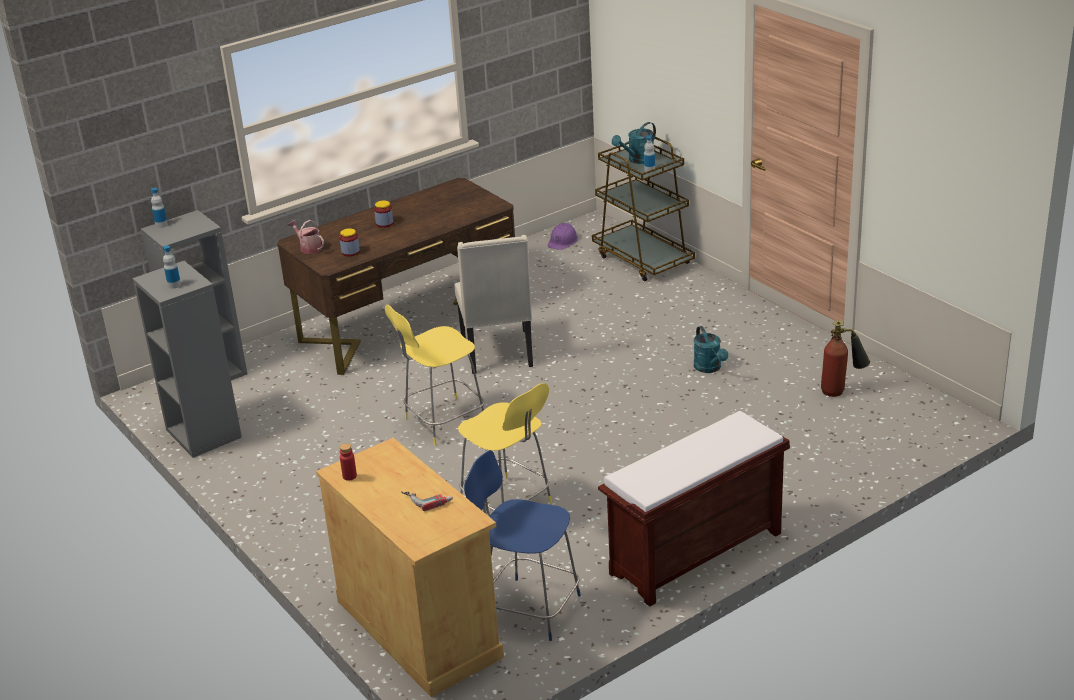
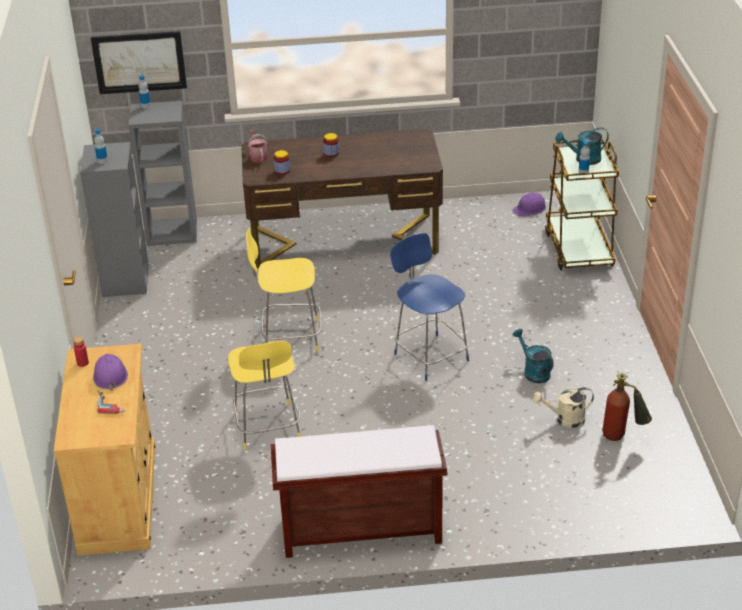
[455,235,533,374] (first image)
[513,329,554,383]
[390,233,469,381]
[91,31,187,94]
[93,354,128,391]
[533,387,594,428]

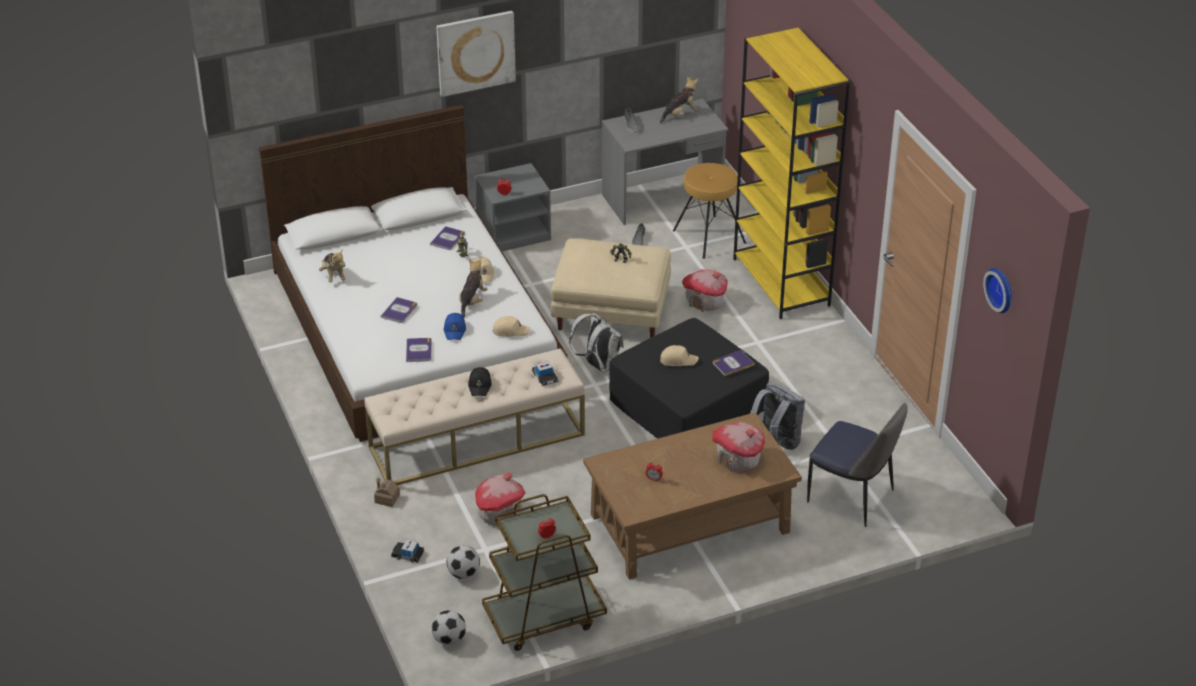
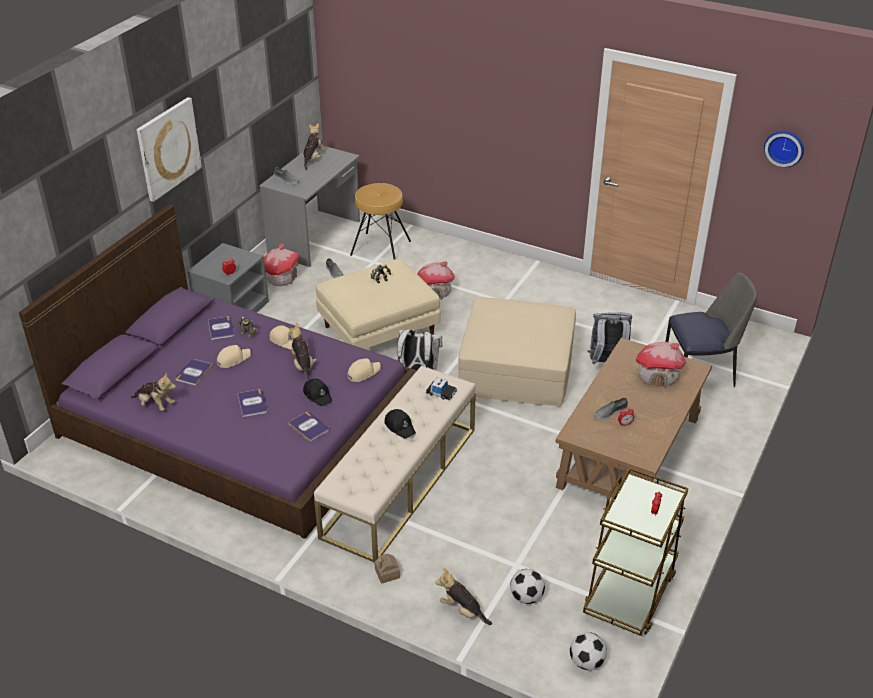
[733,28,850,319] (first image)
[19,205,417,539]
[303,378,332,406]
[458,297,576,406]
[217,345,251,368]
[175,359,213,386]
[264,243,300,286]
[435,568,492,625]
[594,398,628,420]

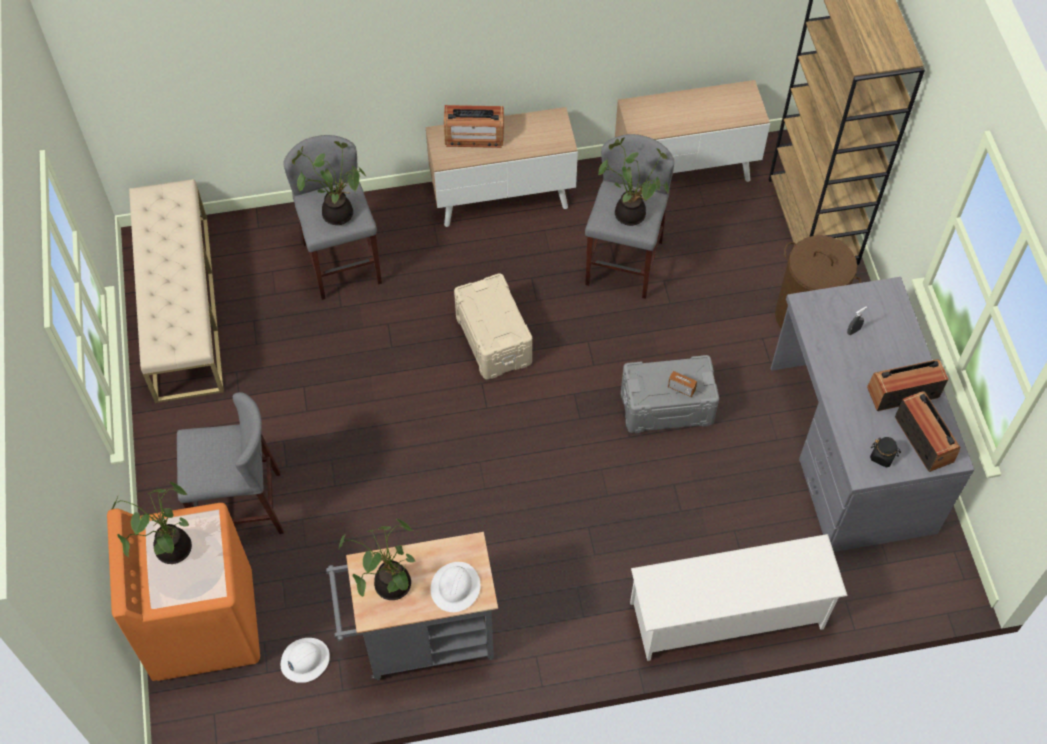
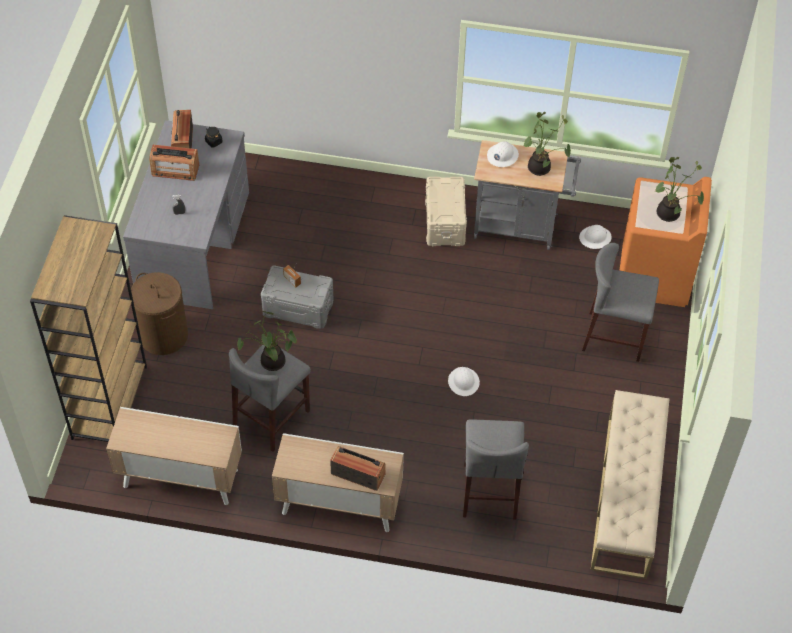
[292,141,366,225] (first image)
[425,177,467,246]
[630,534,848,661] (first image)
[448,367,480,396]

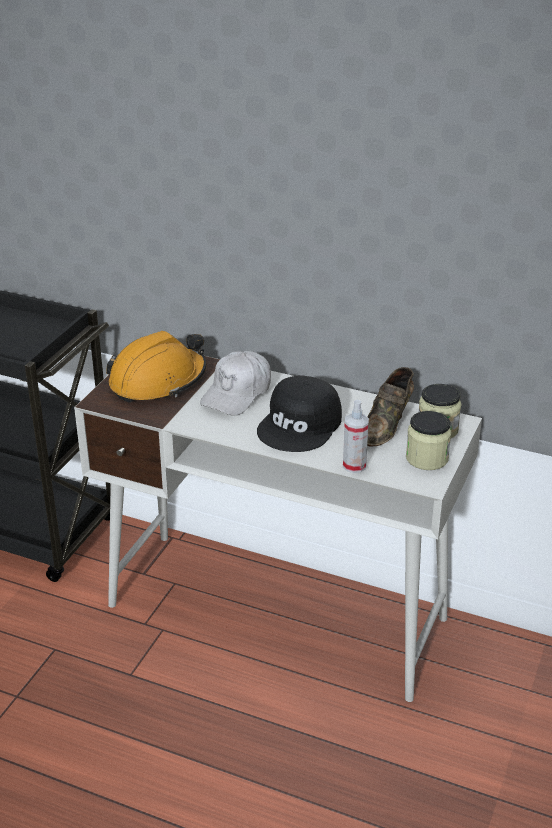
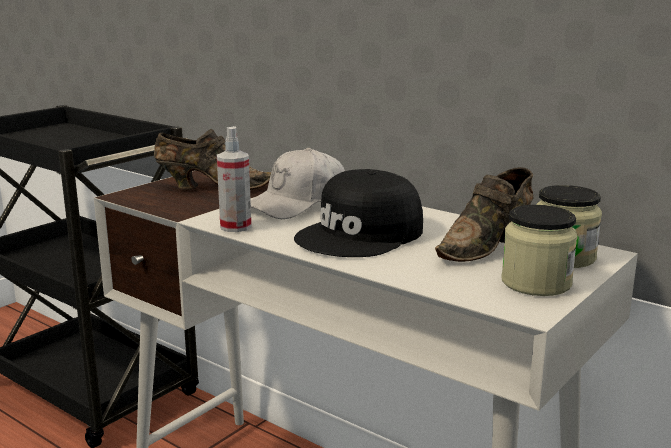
[154,129,271,190]
[217,126,252,232]

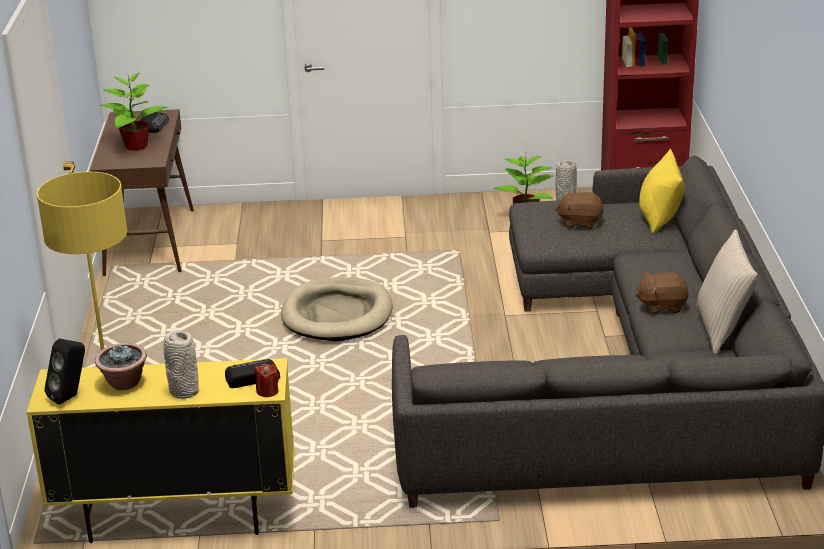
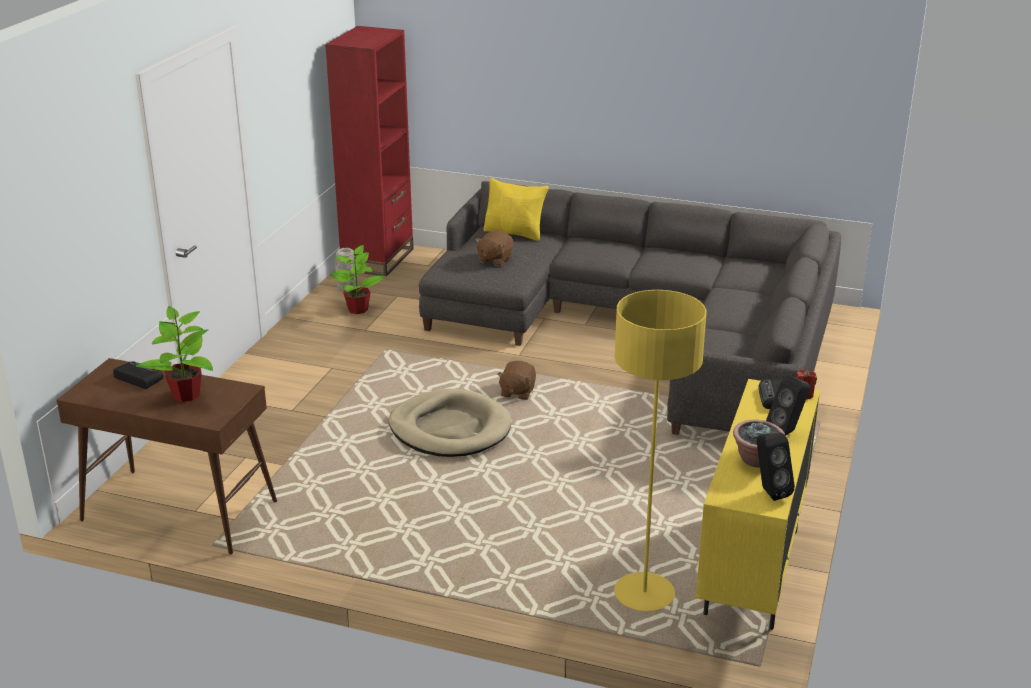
[696,229,758,355] (first image)
[497,361,536,400]
[766,376,810,436]

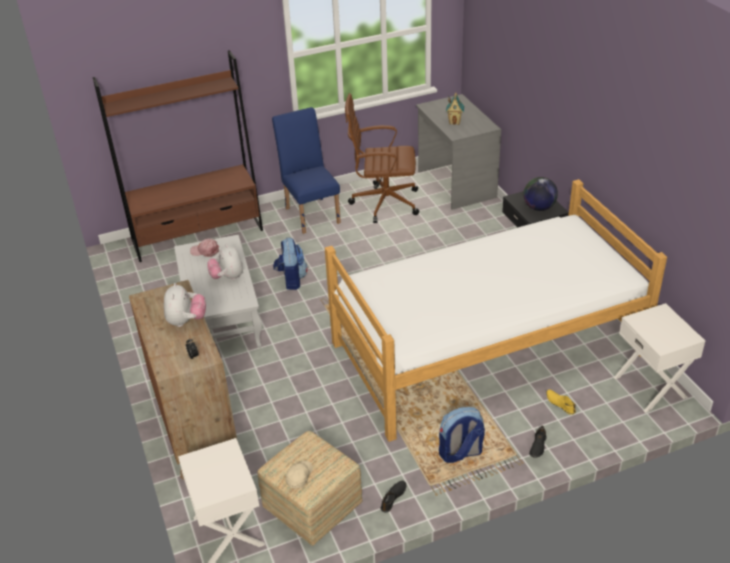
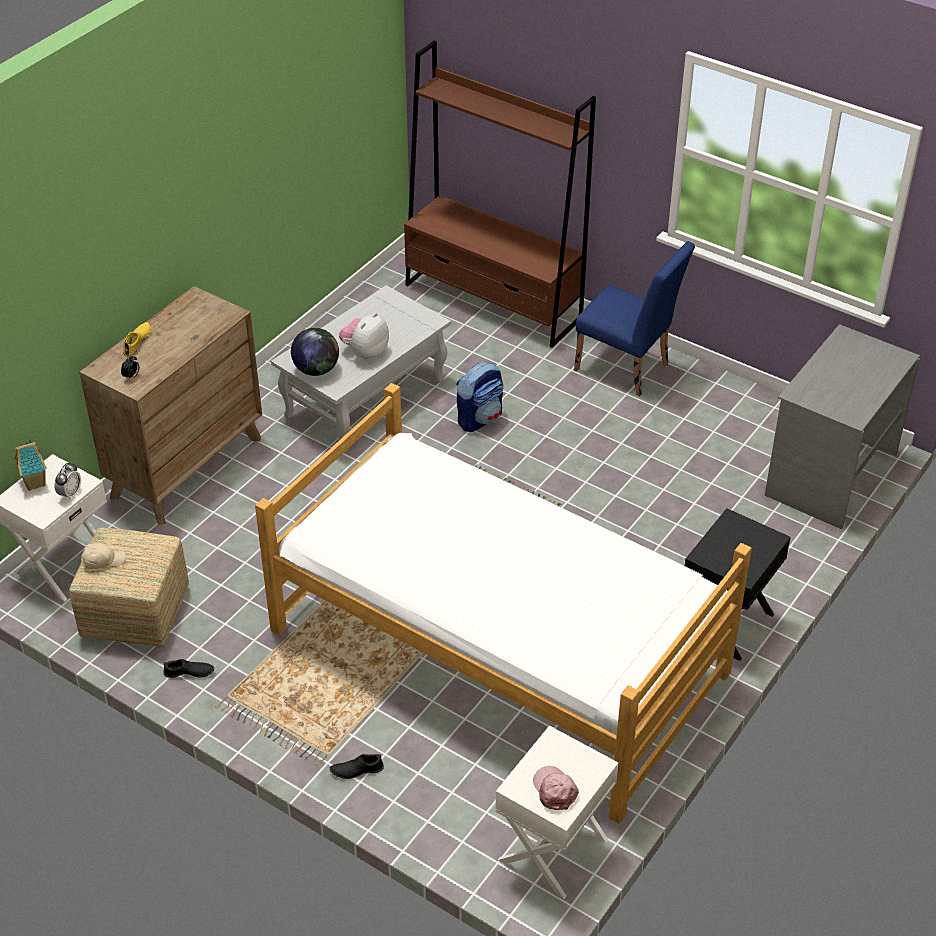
[345,93,419,223] (first image)
[14,439,47,491]
[574,241,695,397]
[291,328,339,376]
[533,766,579,810]
[164,283,206,327] (first image)
[123,322,152,357]
[439,407,485,463] (first image)
[54,462,81,500]

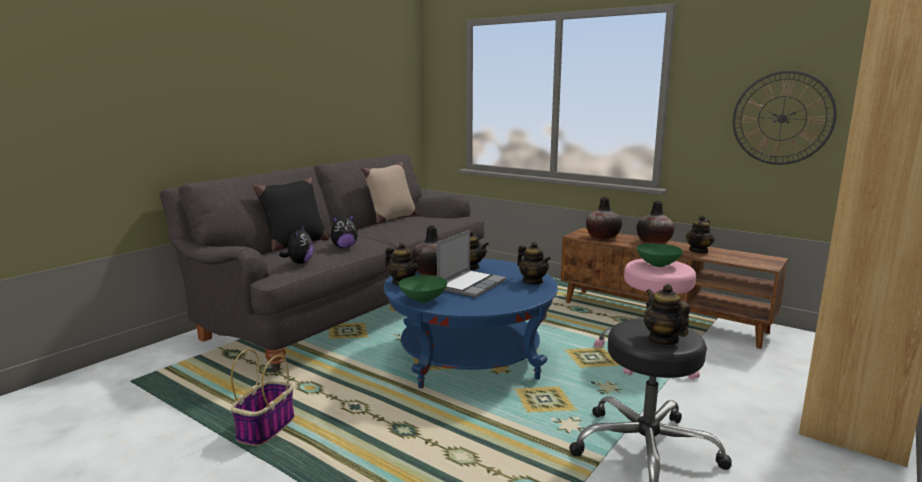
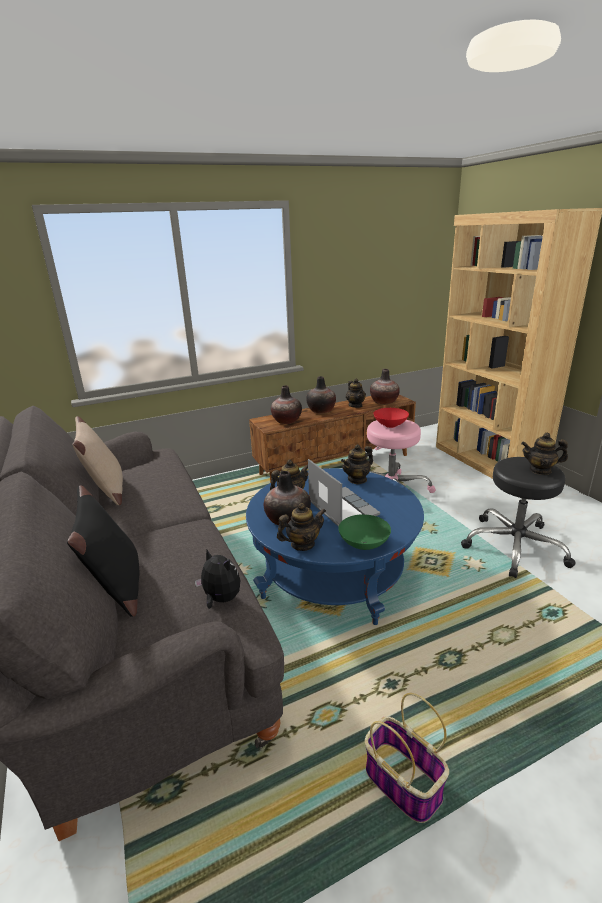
[733,71,837,165] (first image)
[331,214,358,248] (first image)
[341,444,373,484]
[374,408,409,428]
[370,369,400,404]

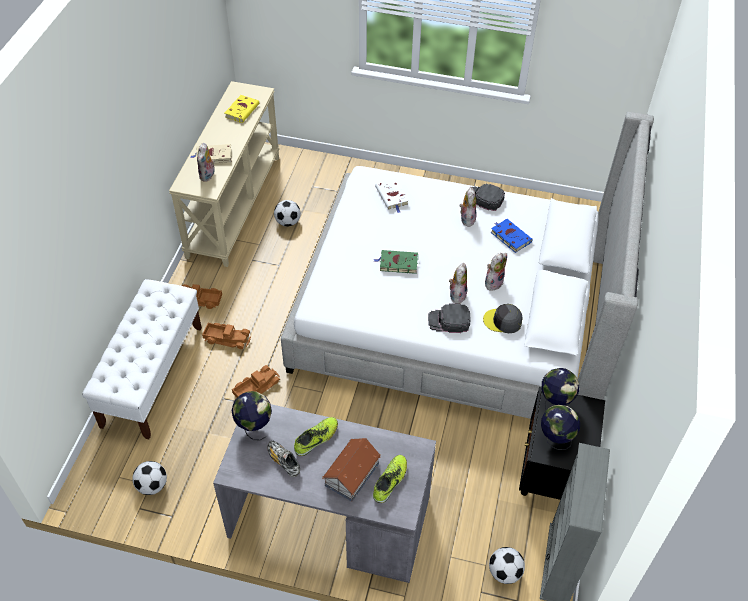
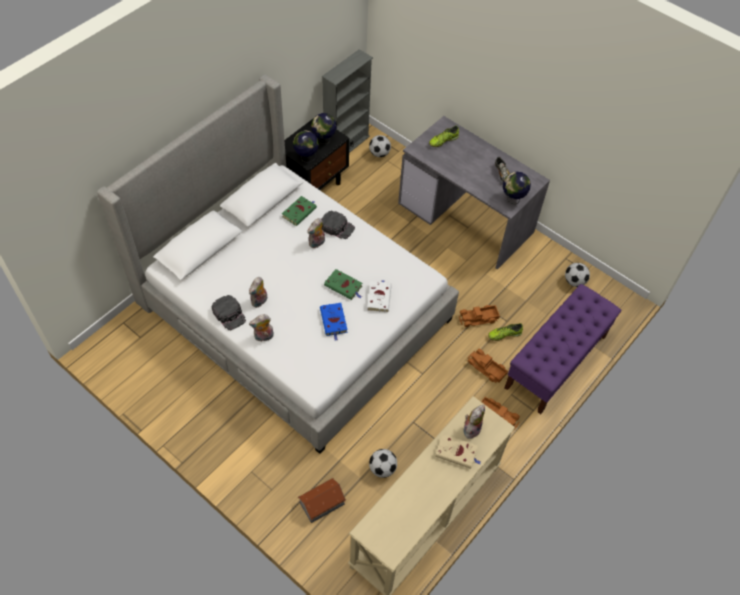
[225,95,259,123] (first image)
[367,280,392,312]
[320,303,347,340]
[249,314,274,342]
[504,284,621,414]
[282,196,317,226]
[488,323,523,341]
[298,478,346,523]

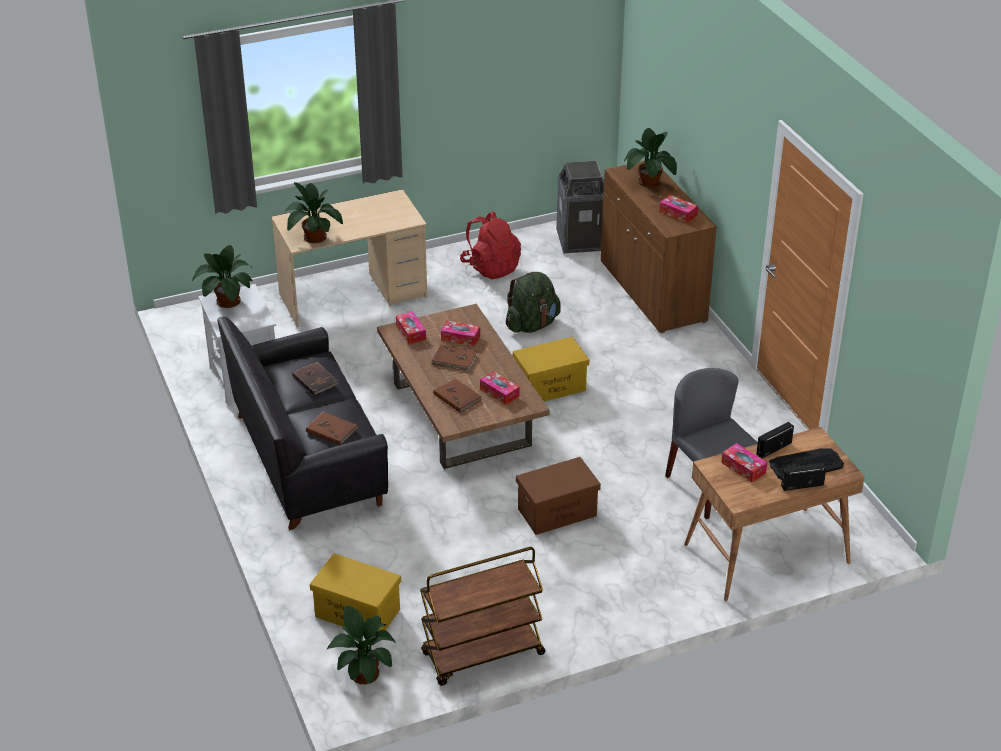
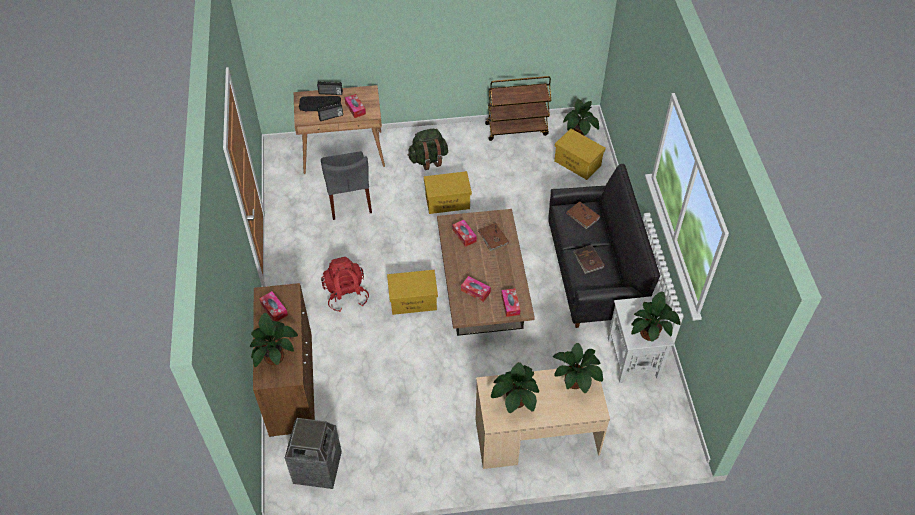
[321,257,369,312]
[408,129,448,170]
[432,345,478,372] (first image)
[424,171,472,214]
[491,362,539,413]

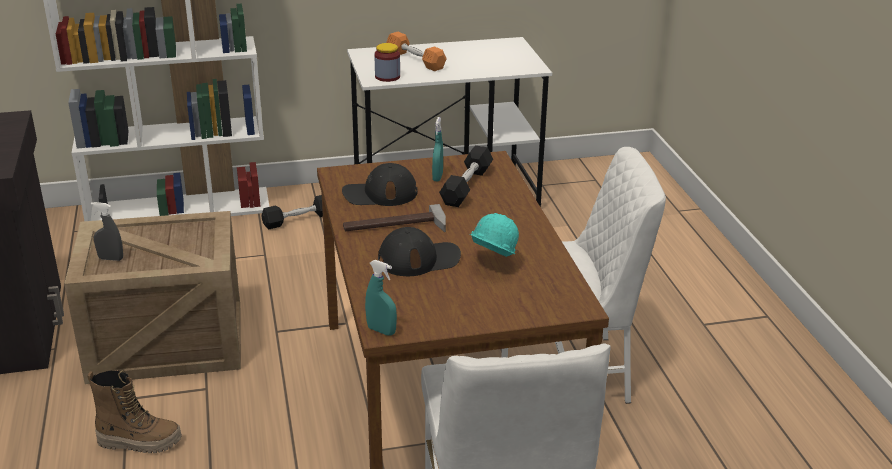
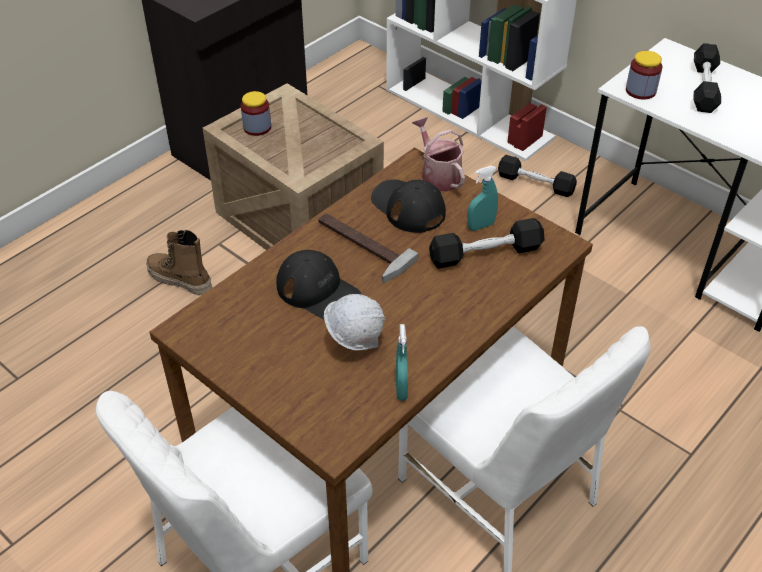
[694,43,721,113]
[241,91,271,136]
[324,294,385,351]
[396,324,408,401]
[146,230,212,296]
[412,117,465,192]

